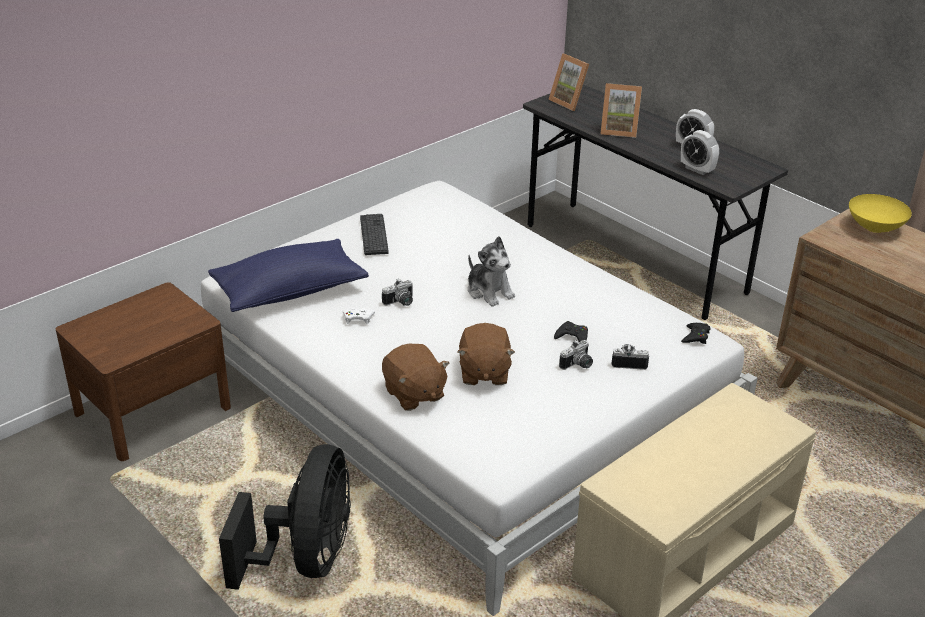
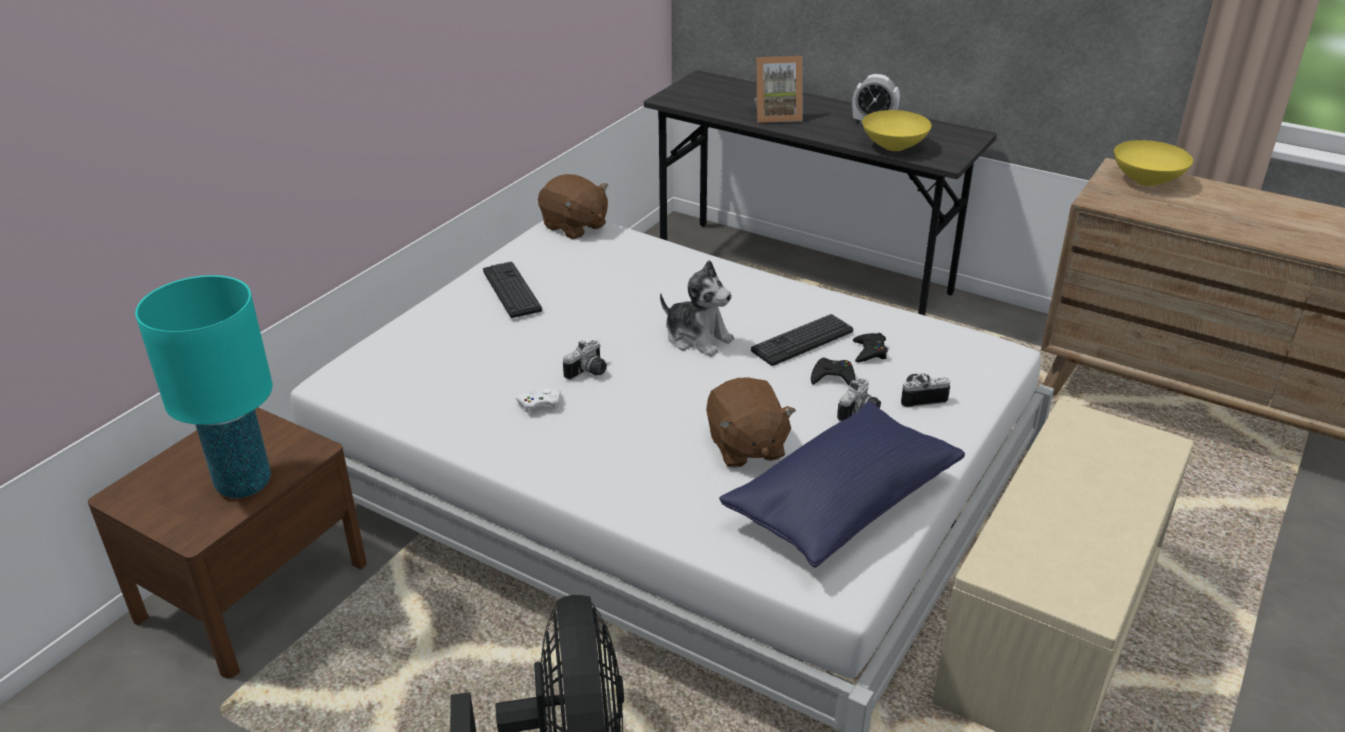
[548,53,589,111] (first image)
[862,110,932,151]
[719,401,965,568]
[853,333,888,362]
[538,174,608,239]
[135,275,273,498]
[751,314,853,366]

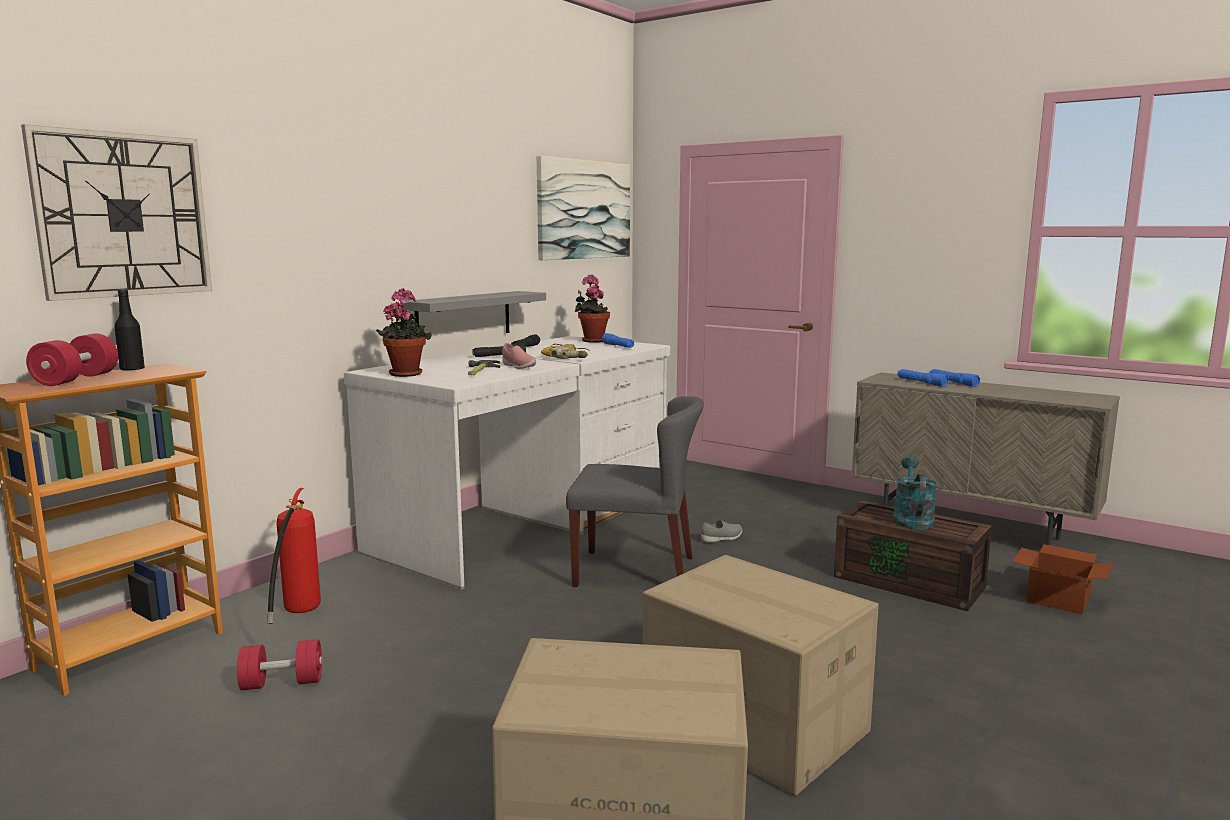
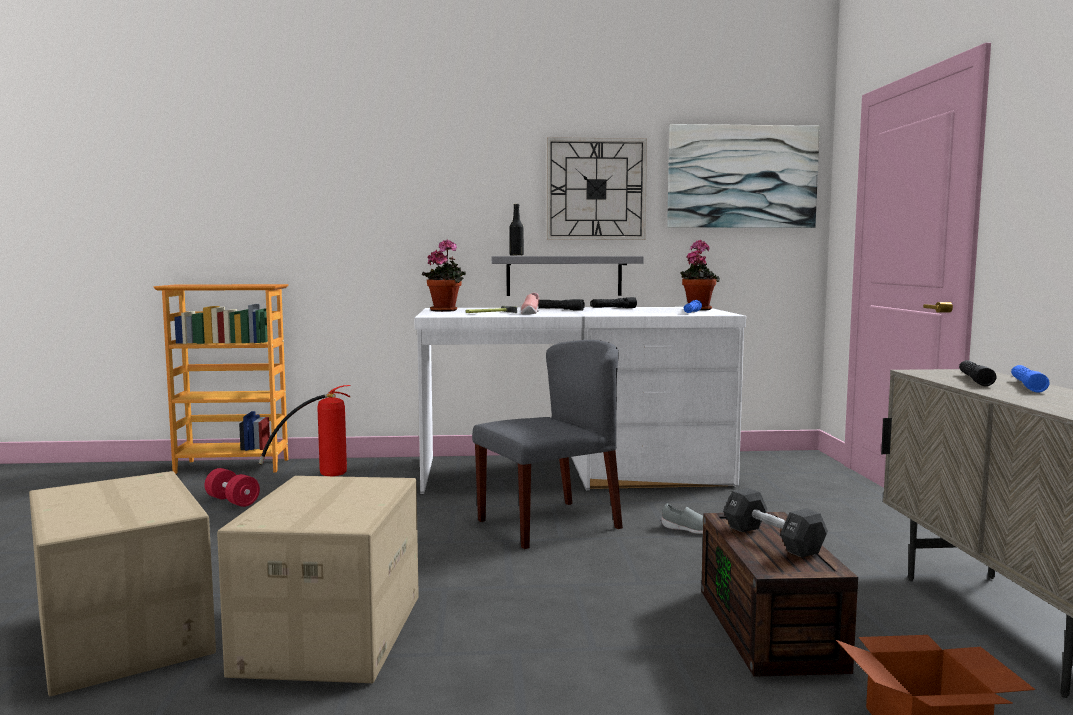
[547,137,647,240]
[509,204,524,256]
[26,333,118,386] (first image)
[541,344,590,359] (first image)
[959,360,996,386]
[472,340,623,549]
[723,488,828,558]

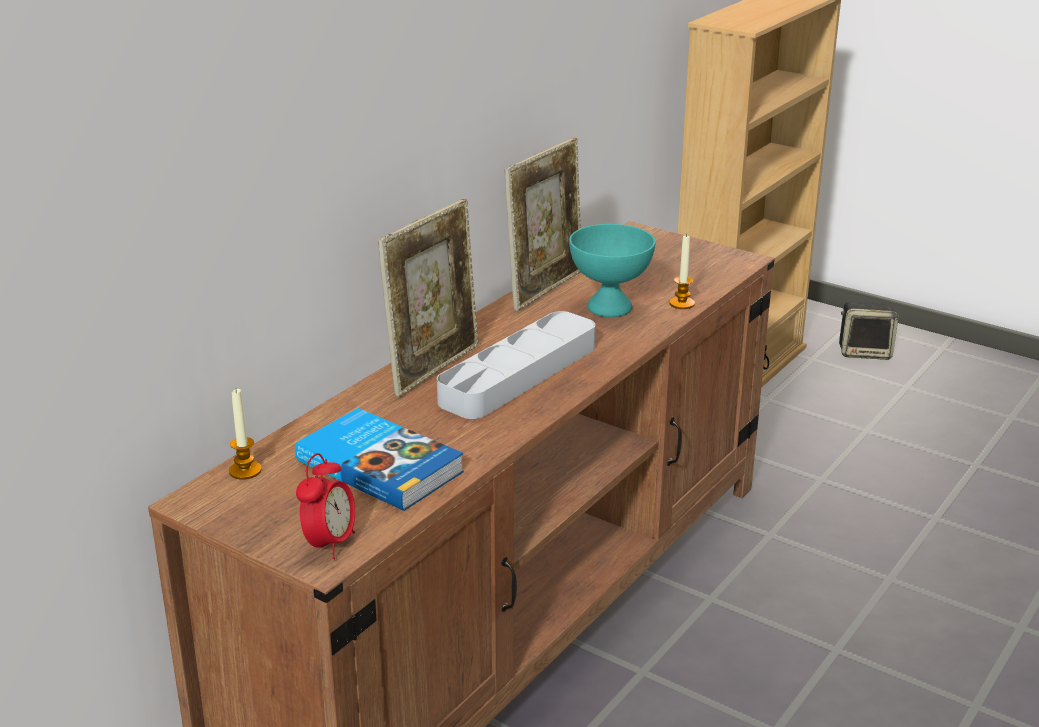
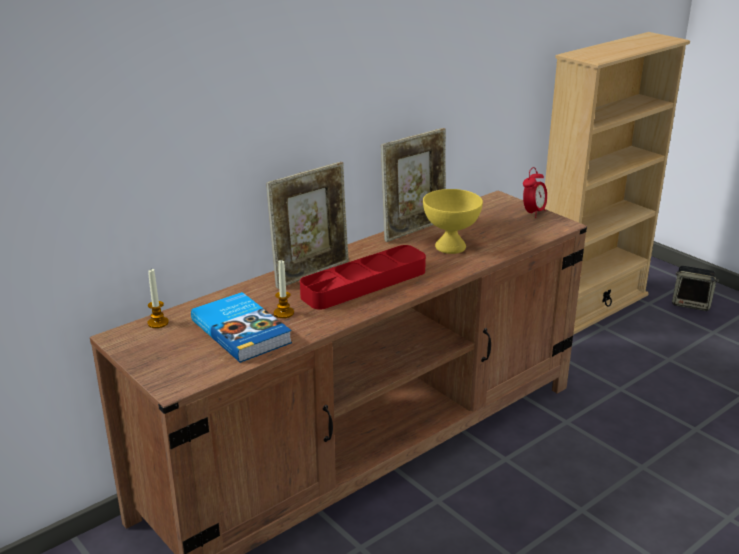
[423,189,483,254]
[274,260,294,318]
[300,245,426,309]
[523,167,547,218]

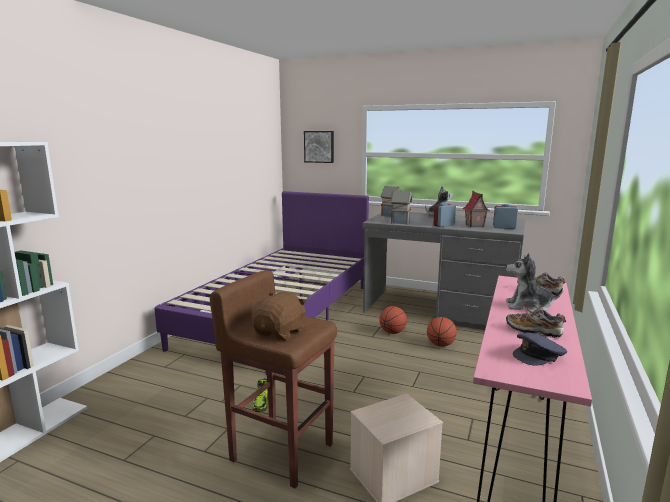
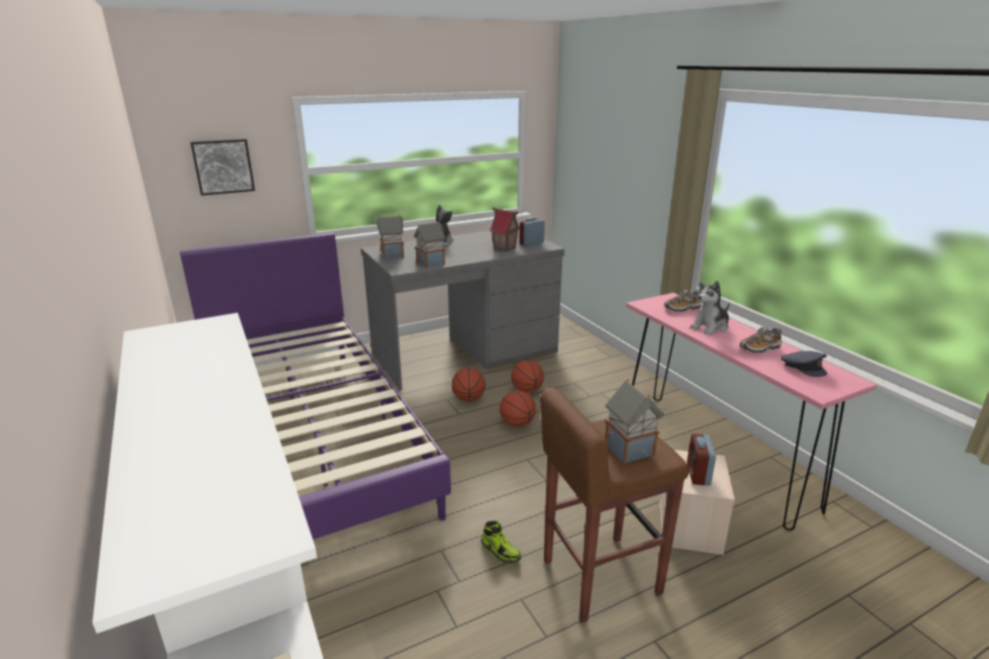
[687,434,716,486]
[605,379,664,464]
[781,351,827,377]
[500,391,536,427]

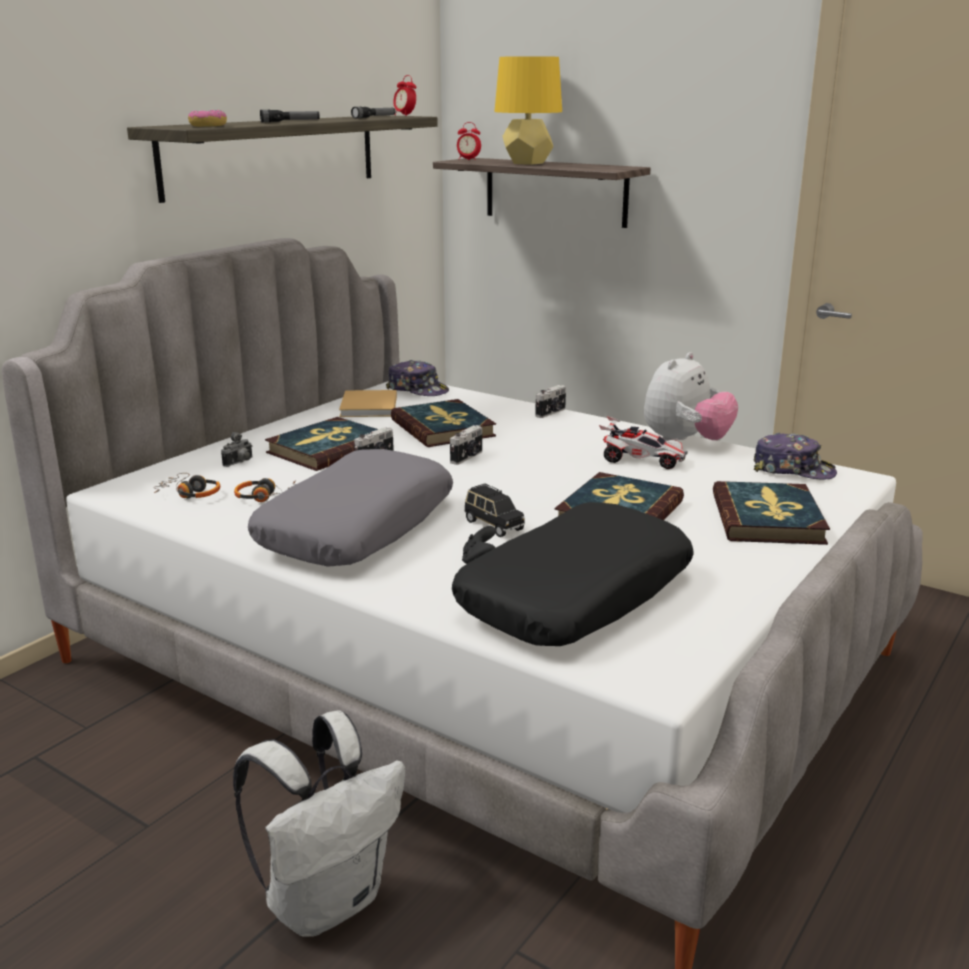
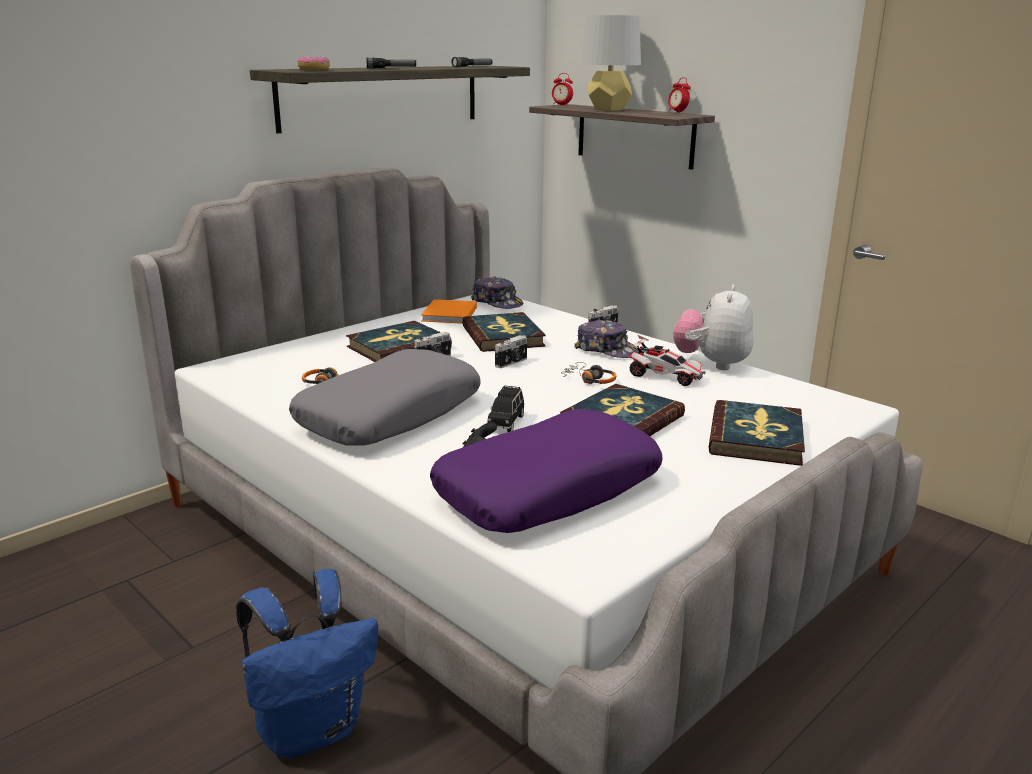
[581,15,641,111]
[668,77,691,113]
[674,285,754,370]
[421,299,477,324]
[221,432,252,467] (first image)
[574,319,638,358]
[561,362,616,384]
[488,385,524,432]
[430,409,663,533]
[236,569,378,758]

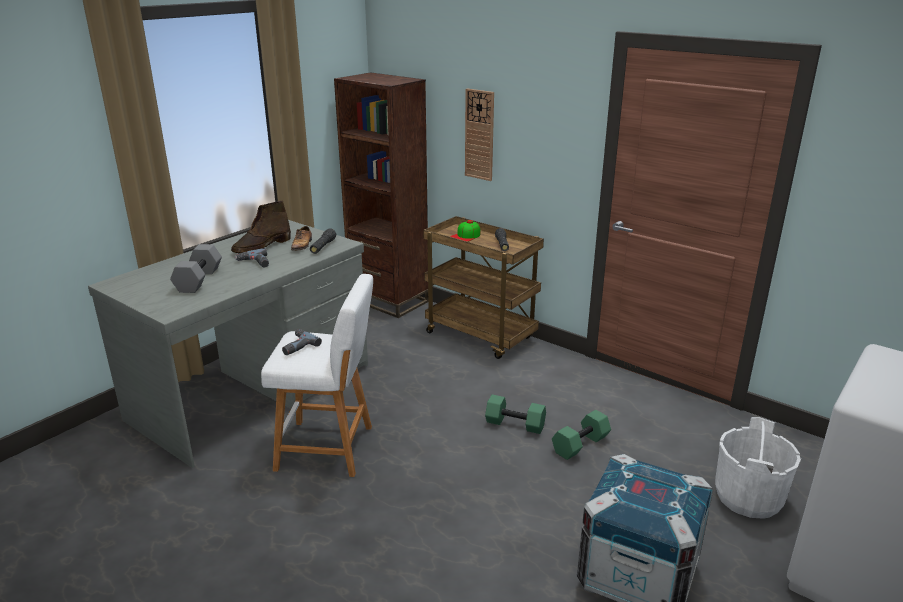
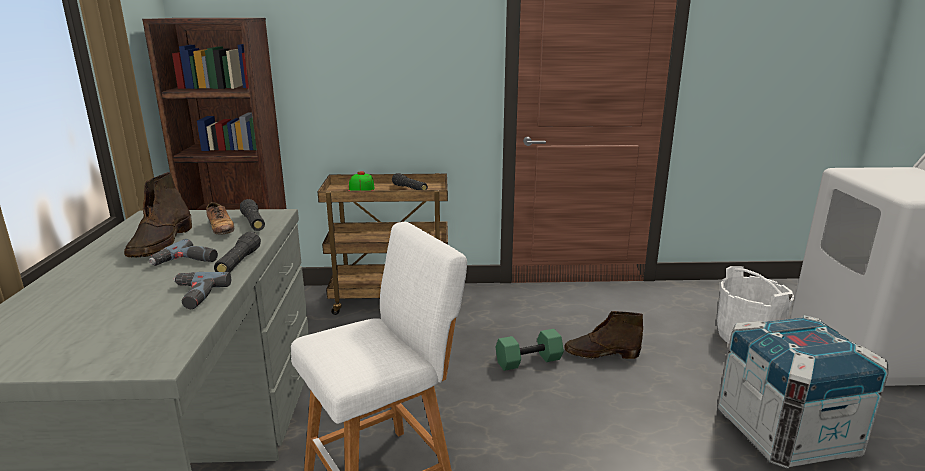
[465,89,494,181] (first image)
[170,244,222,293] (first image)
[173,272,231,309]
[564,311,643,359]
[214,232,261,273]

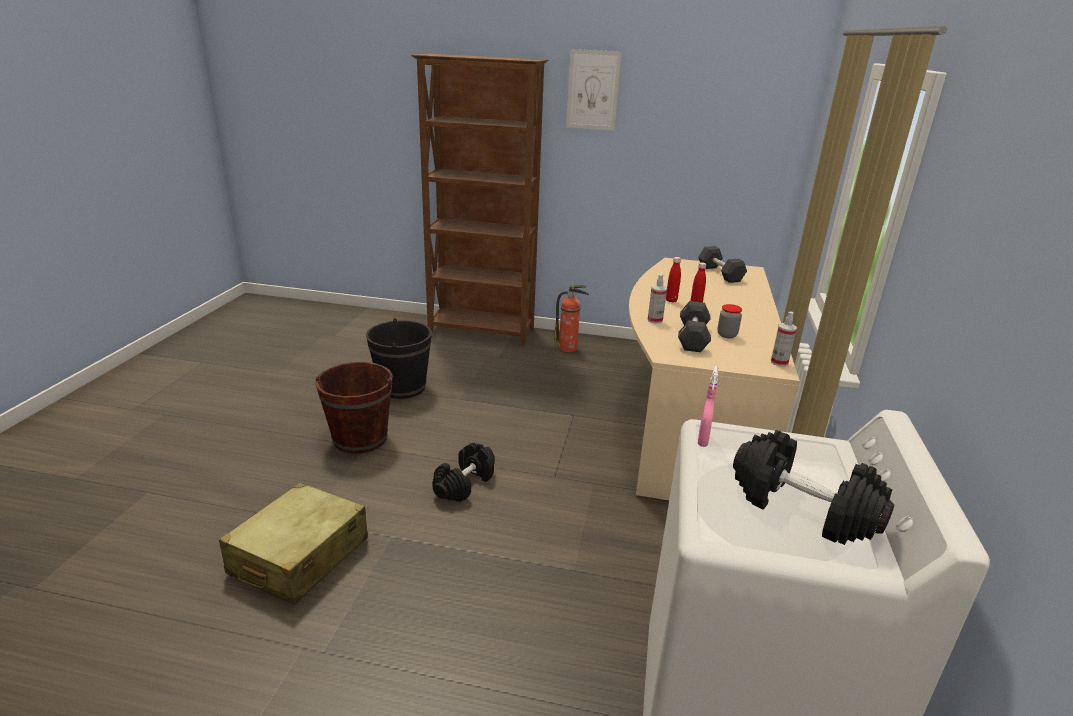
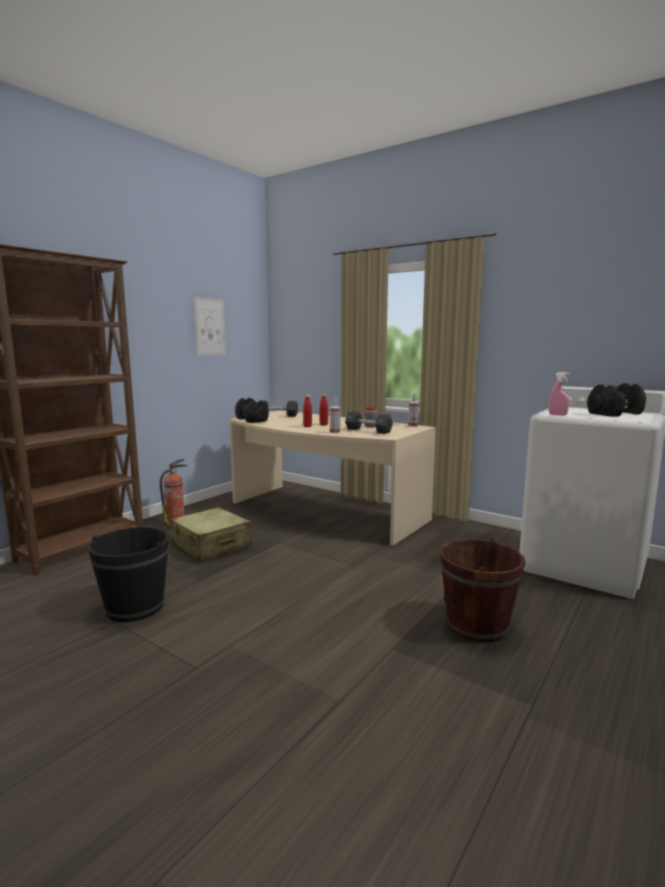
[193,297,226,355]
[440,538,525,643]
[235,398,269,423]
[171,507,252,562]

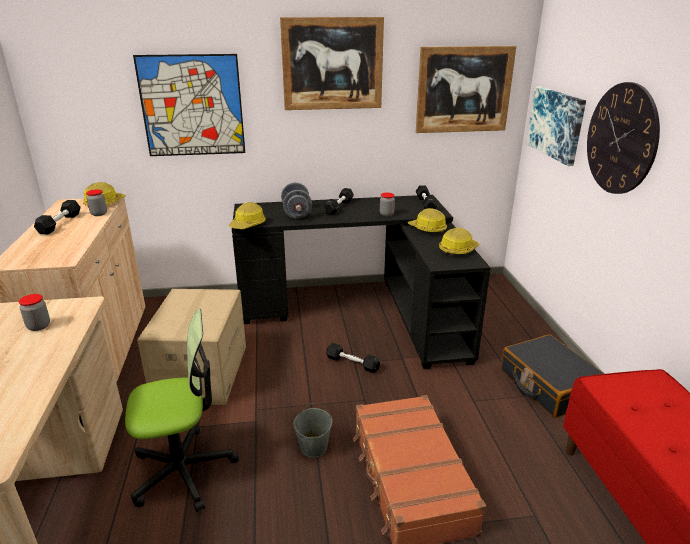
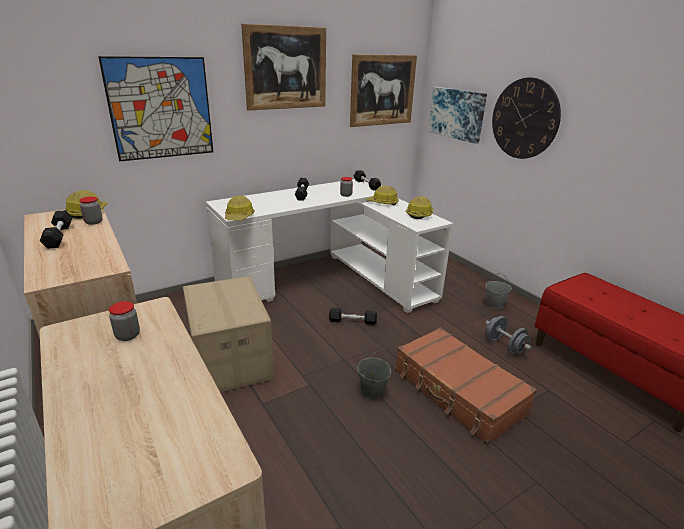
[485,316,532,355]
[206,179,453,313]
[125,309,239,512] (first image)
[486,273,512,310]

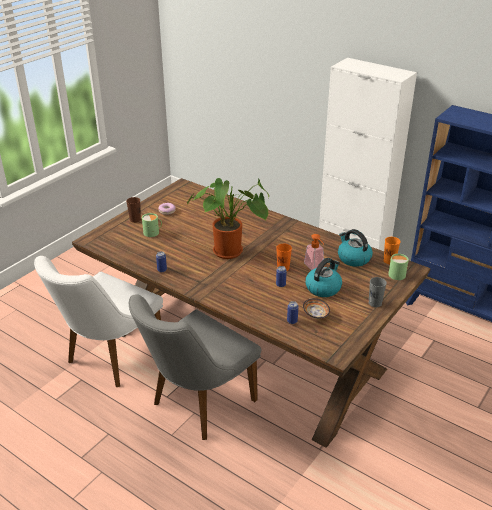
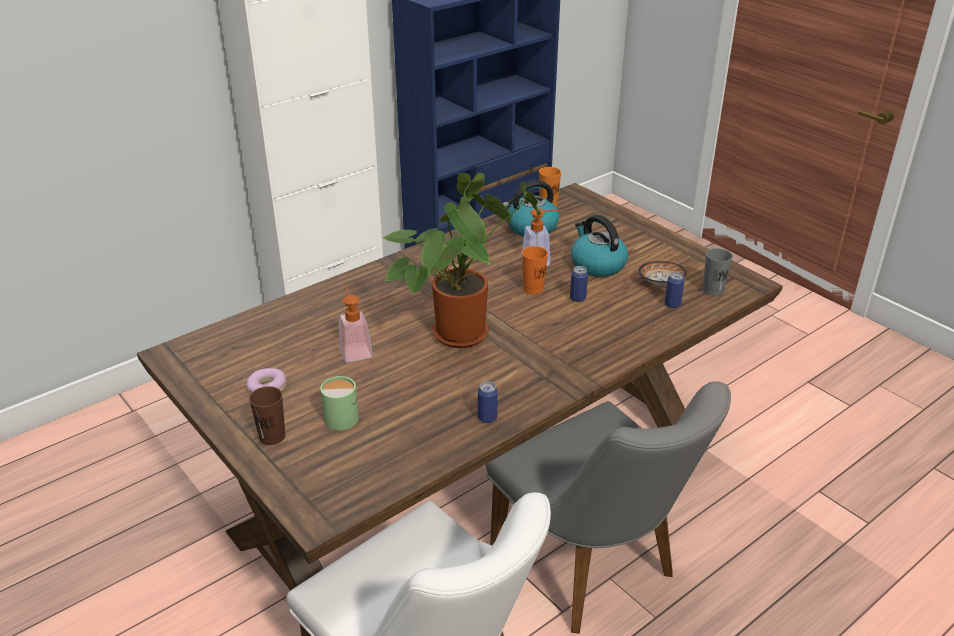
[388,254,409,280] (first image)
[703,248,733,296]
[339,286,373,363]

